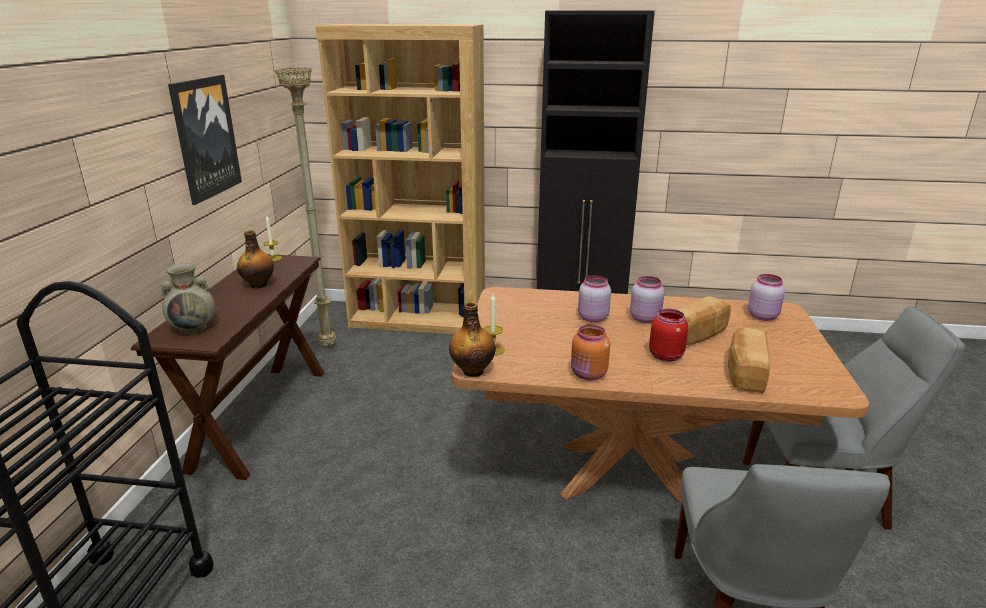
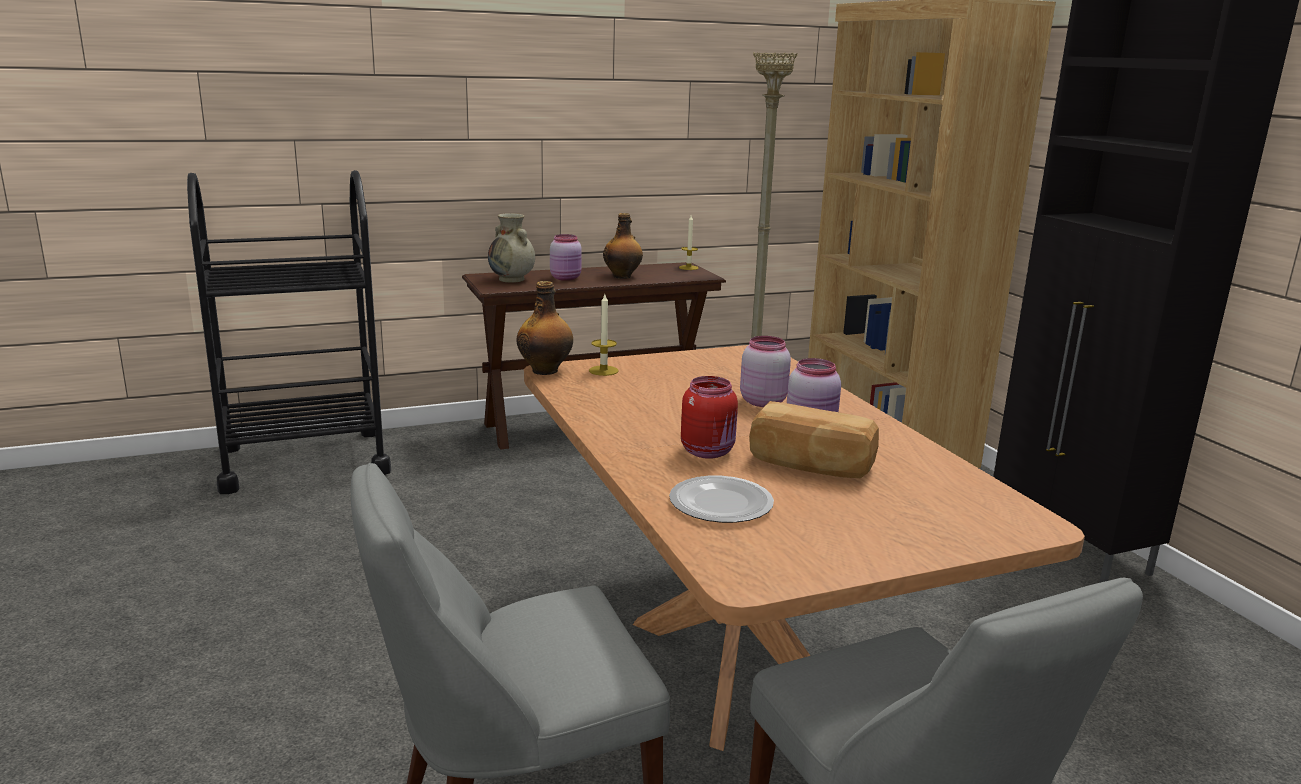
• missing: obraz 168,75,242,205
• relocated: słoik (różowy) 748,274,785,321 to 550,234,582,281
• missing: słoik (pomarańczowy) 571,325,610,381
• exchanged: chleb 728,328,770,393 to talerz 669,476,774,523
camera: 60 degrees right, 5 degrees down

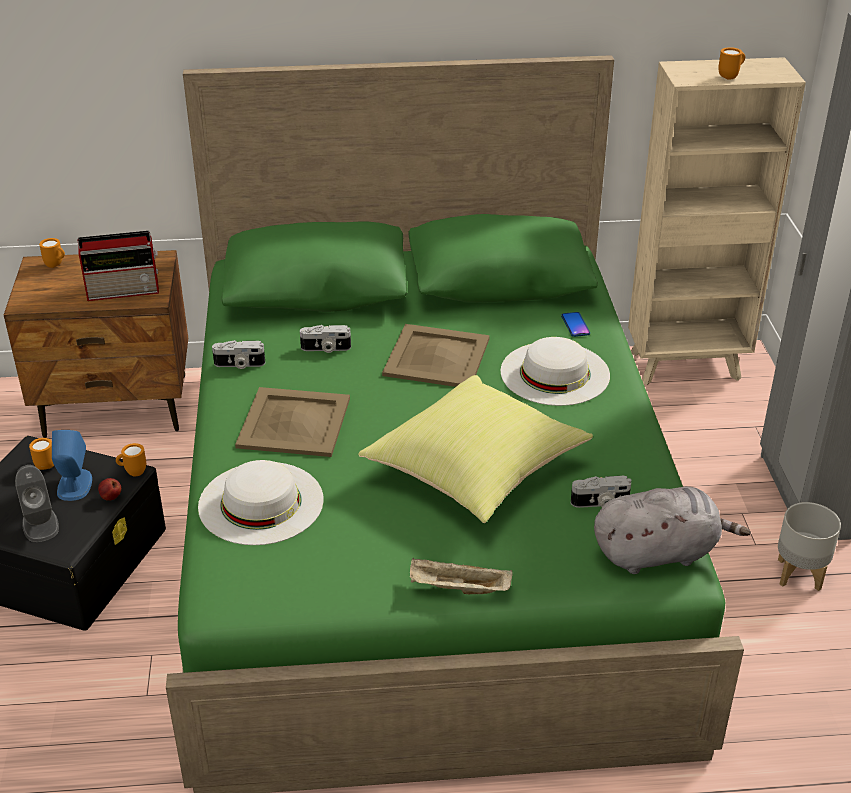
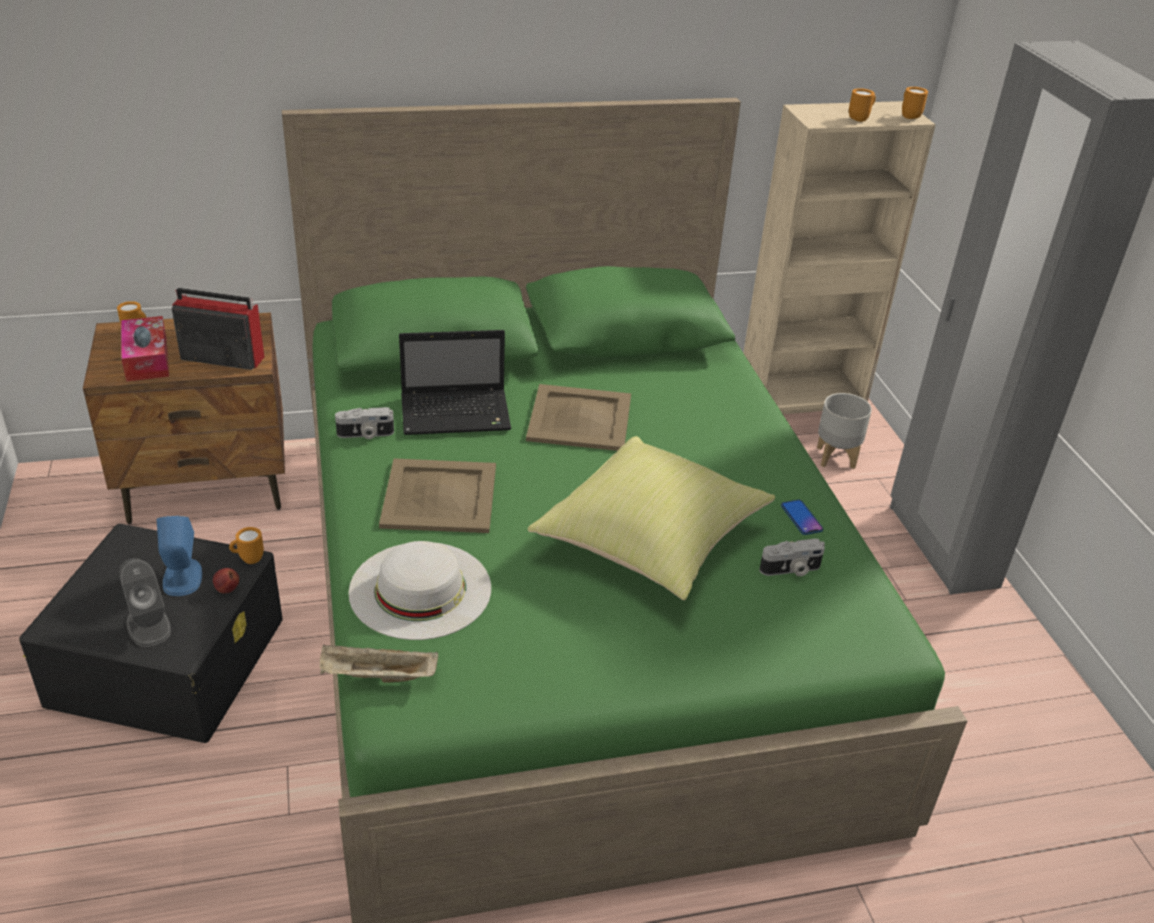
• spun: radio 77,231,159,301 = 172,288,264,370 150 degrees counterclockwise
• relocated: telefon 561,312,590,337 to 781,500,823,535
• exchanged: aparat fotograficzny 300,325,351,353 to laptop 399,330,511,435
• missing: kapelusz (biały) 500,337,610,406
• relocated: kubek (pomarańczowy) 29,438,54,470 to 902,87,928,119
• missing: pluszak (szary) 594,486,751,574
• relocated: donica (szary) 778,502,841,591 to 817,393,872,469
• relocated: taca (beżowy) 410,558,512,594 to 320,645,438,683
• appeared: pudełko chusteczek 121,316,169,382
camera: 10 degrees left, 0 degrees up

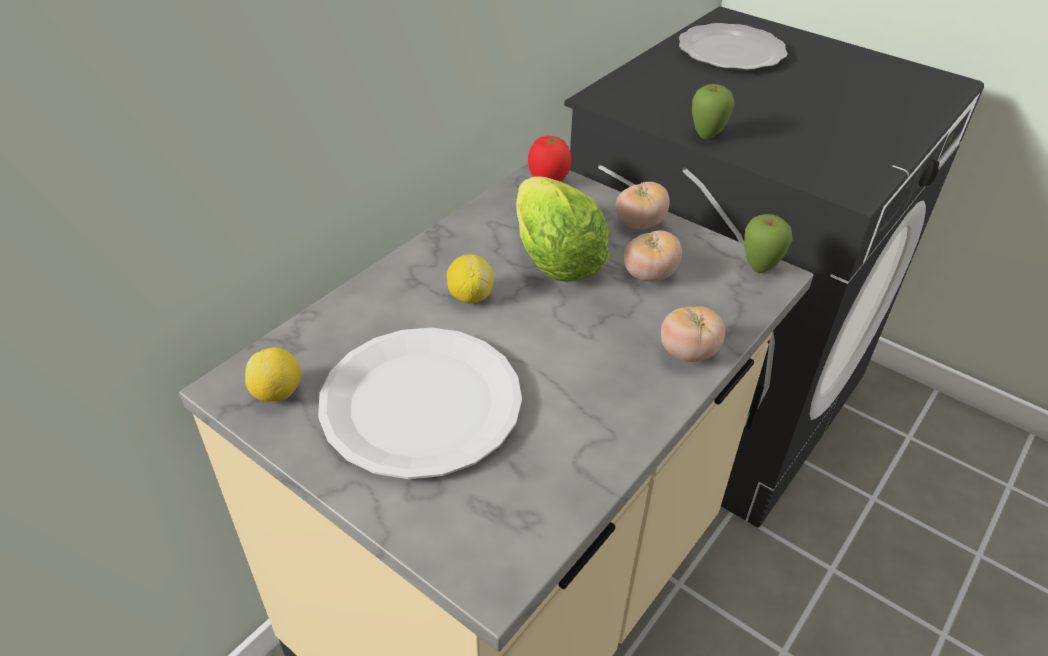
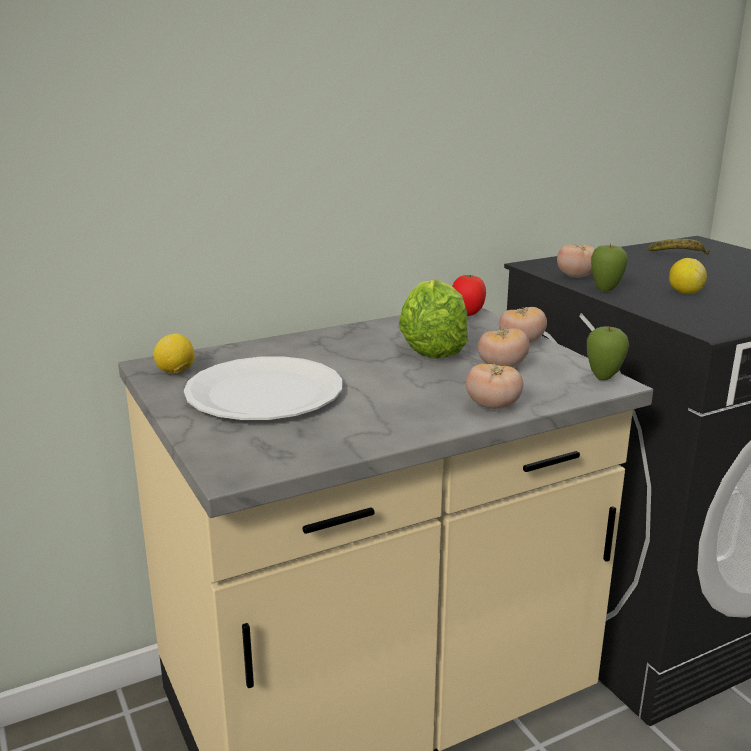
• exchanged: talerz 679,23,788,70 to banan 648,239,710,255
• relocated: cytryna 447,255,494,304 to 669,258,707,294
• appeared: pomidor 557,244,595,278
camera: 25 degrees right, 20 degrees down

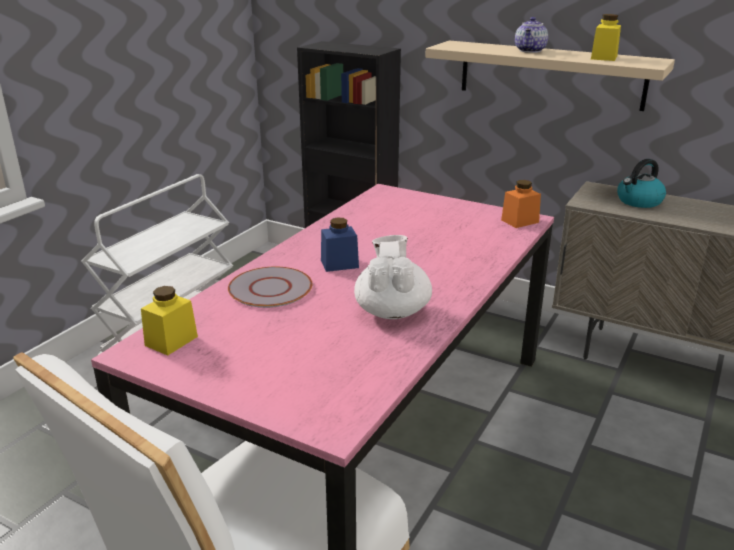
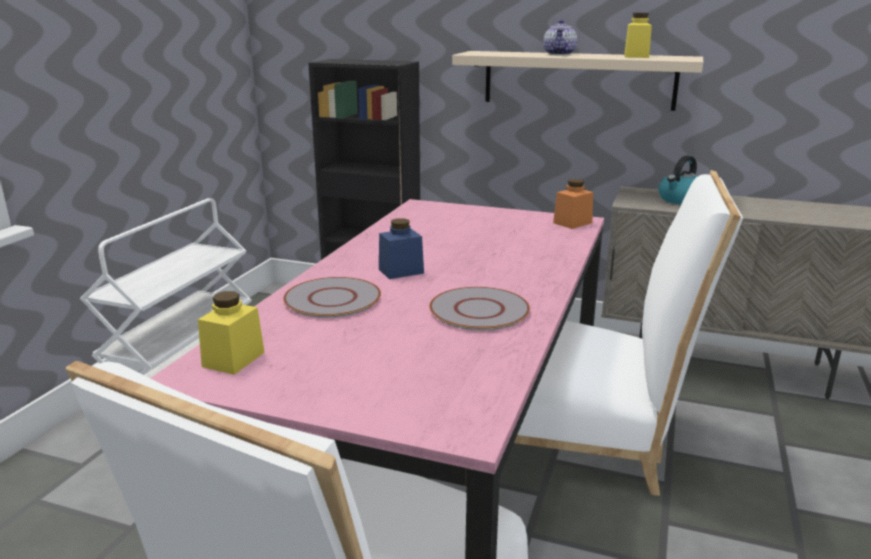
• exchanged: imbryk (biały) 354,235,432,319 to talerz (szary) 429,287,530,331
• appeared: krzesło (biały) 514,170,743,496
camera: 10 degrees left, 5 degrees down

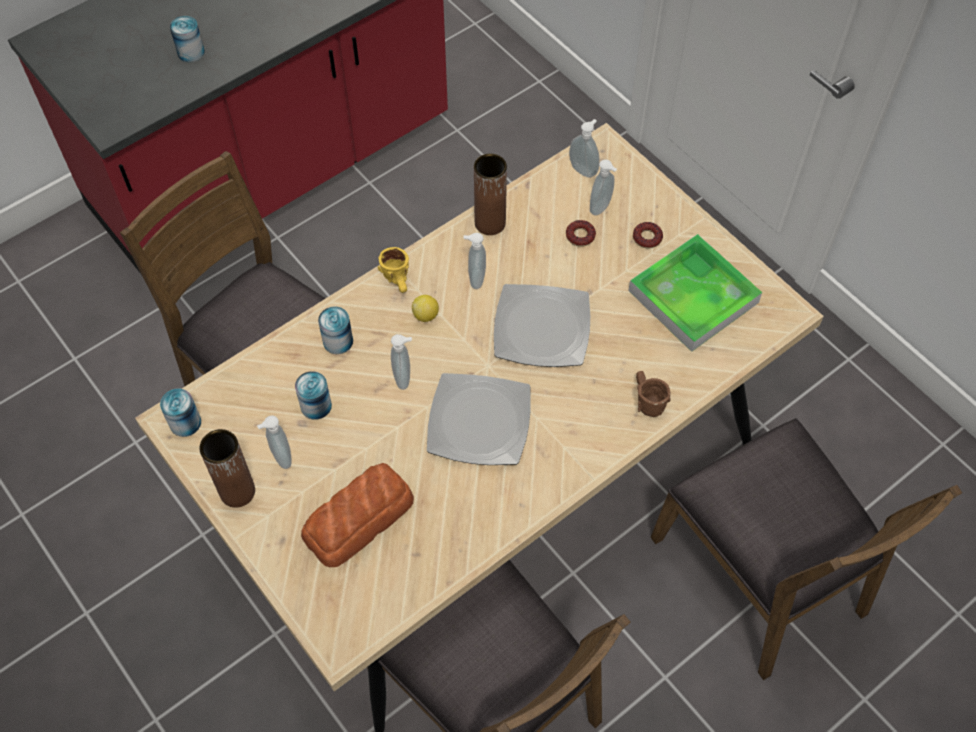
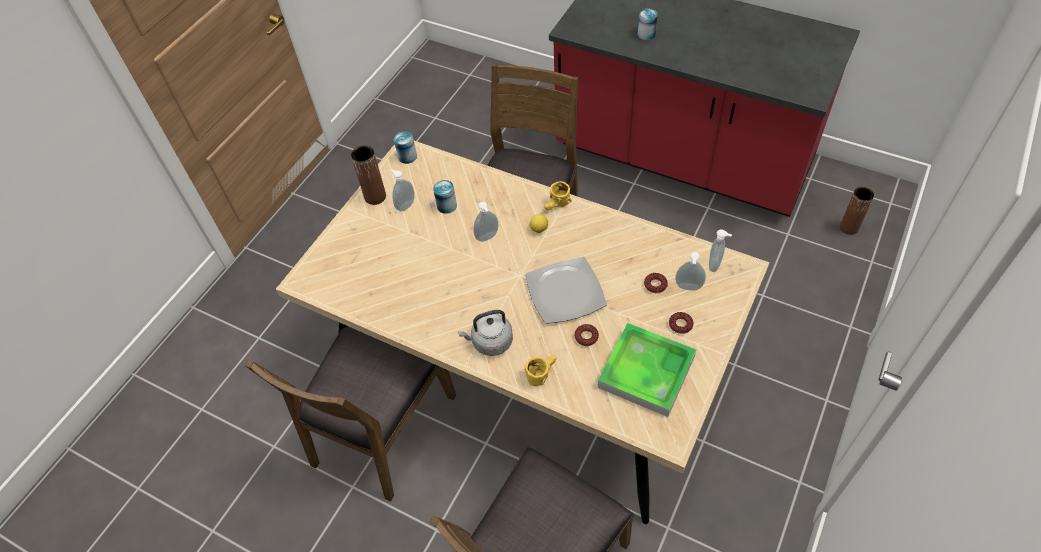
• relocated: wazon (brązowy) 474,154,507,235 to 840,187,874,235
• missing: dozownik mydła 463,233,486,289
• missing: puszka 318,306,353,354
• colour: kubek (brązowy) 636,371,671,417 to kubek (żółty) 524,355,556,386
• missing: talerz 427,373,531,465
• missing: chleb 301,463,414,567
• appeared: czajnik (szary) 458,310,513,356
• appeared: donut 574,324,599,346
camera: 70 degrees right, 5 degrees down

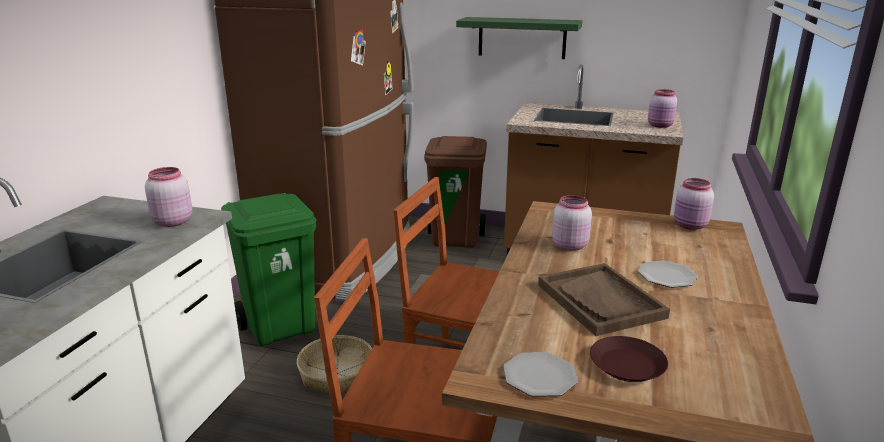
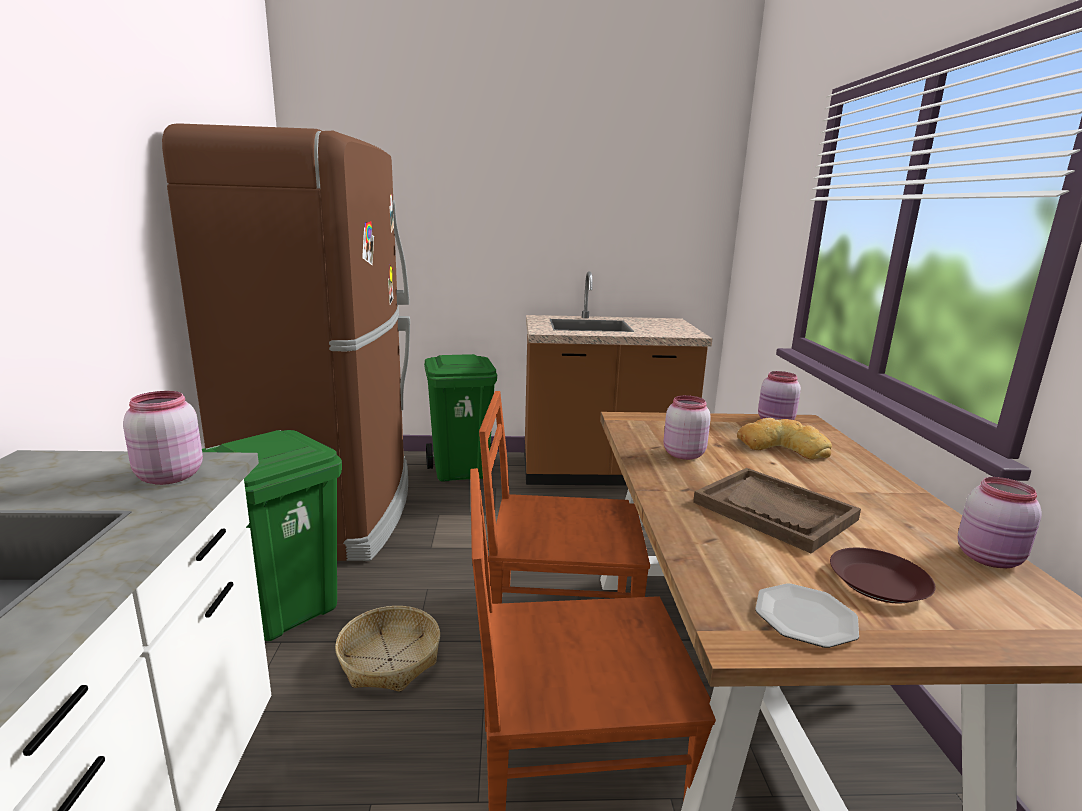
• missing: półka (zielony) 456,17,582,59
• relocated: słoik (różowy) 648,89,677,128 to 958,477,1042,568
• colour: kosz na śmieci (brązowy) 424,136,487,248 to kosz na śmieci (zielony) 424,354,497,482
• missing: talerz 638,261,698,288
• appeared: chleb 737,418,832,459
camera: 20 degrees left, 5 degrees down

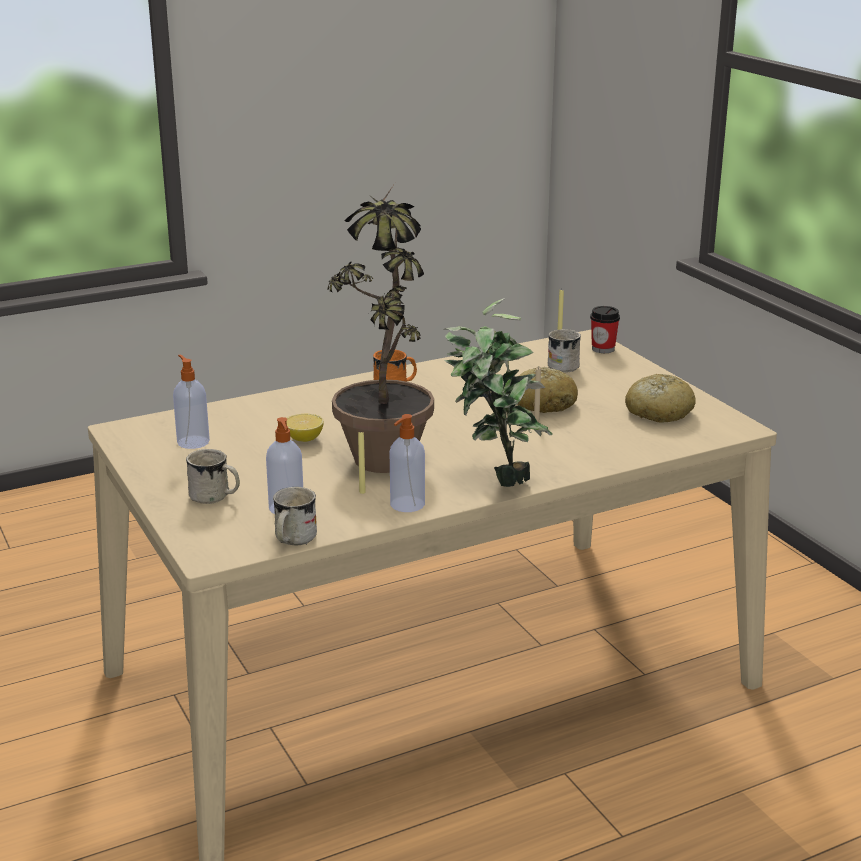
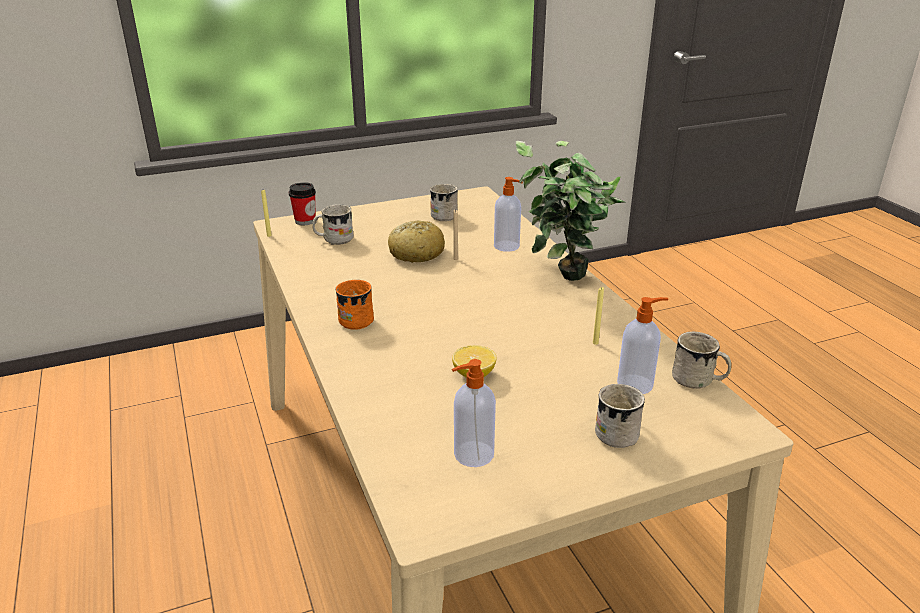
• missing: roślina doniczkowa 327,183,434,473
• exchanged: chleb 625,374,696,423 to kubek (biały) 430,184,458,221
• relocated: dozownik mydła 390,414,425,512 to 494,177,523,252
camera: 85 degrees left, 5 degrees up

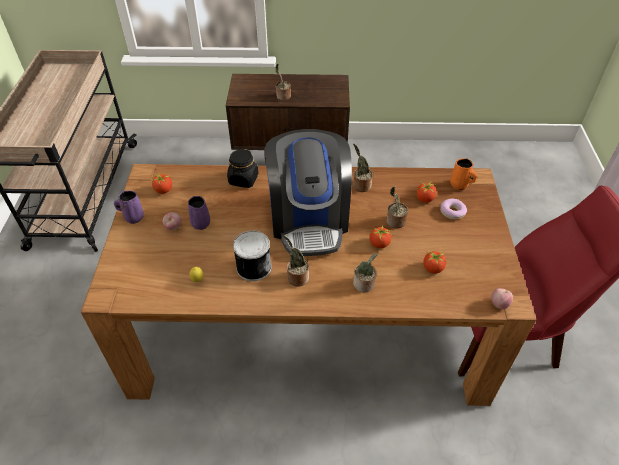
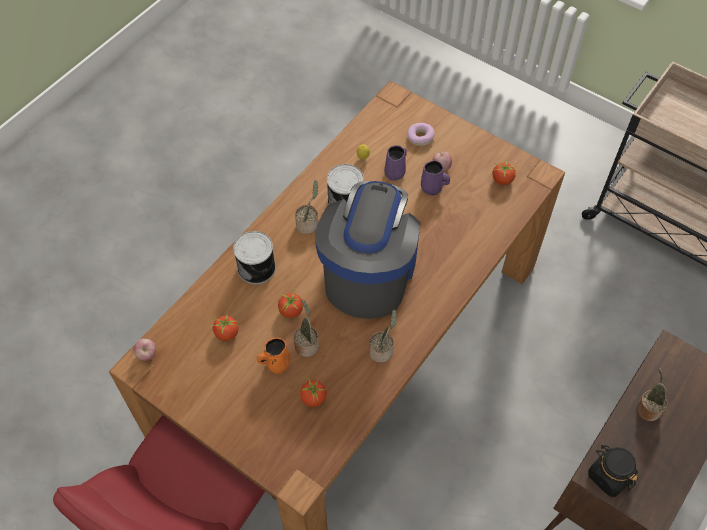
• spun: ekspres do kawy 264,129,352,256 = 315,181,421,319 75 degrees clockwise
• relocated: słoik (czarny) 227,148,258,188 to 588,445,638,497
• relocated: kubek (pomarańczowy) 450,158,477,190 to 257,338,290,374
• relocated: kubek (fioletowy) 114,190,144,224 to 384,145,407,181
• relocated: donut 440,199,467,220 to 407,123,435,146
• exchanged: roślina doniczkowa 353,253,377,292 to puszka 233,231,276,284
camera: 125 degrees right, 10 degrees up

